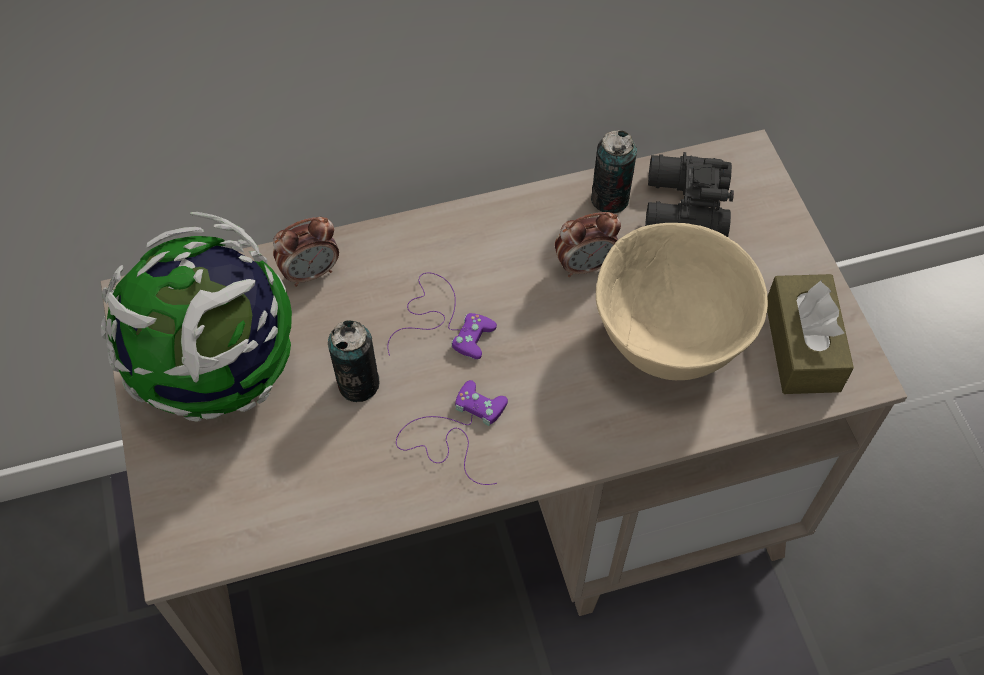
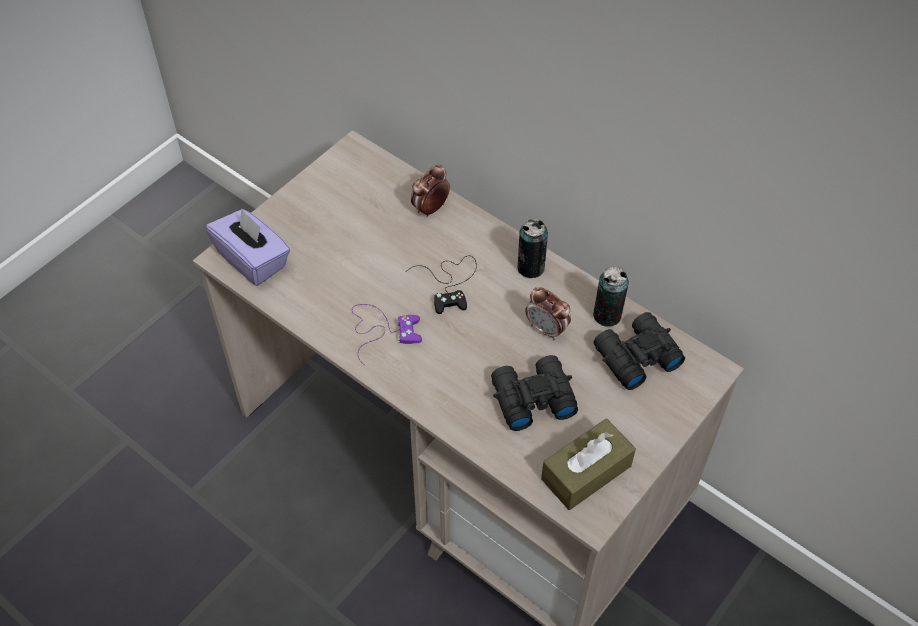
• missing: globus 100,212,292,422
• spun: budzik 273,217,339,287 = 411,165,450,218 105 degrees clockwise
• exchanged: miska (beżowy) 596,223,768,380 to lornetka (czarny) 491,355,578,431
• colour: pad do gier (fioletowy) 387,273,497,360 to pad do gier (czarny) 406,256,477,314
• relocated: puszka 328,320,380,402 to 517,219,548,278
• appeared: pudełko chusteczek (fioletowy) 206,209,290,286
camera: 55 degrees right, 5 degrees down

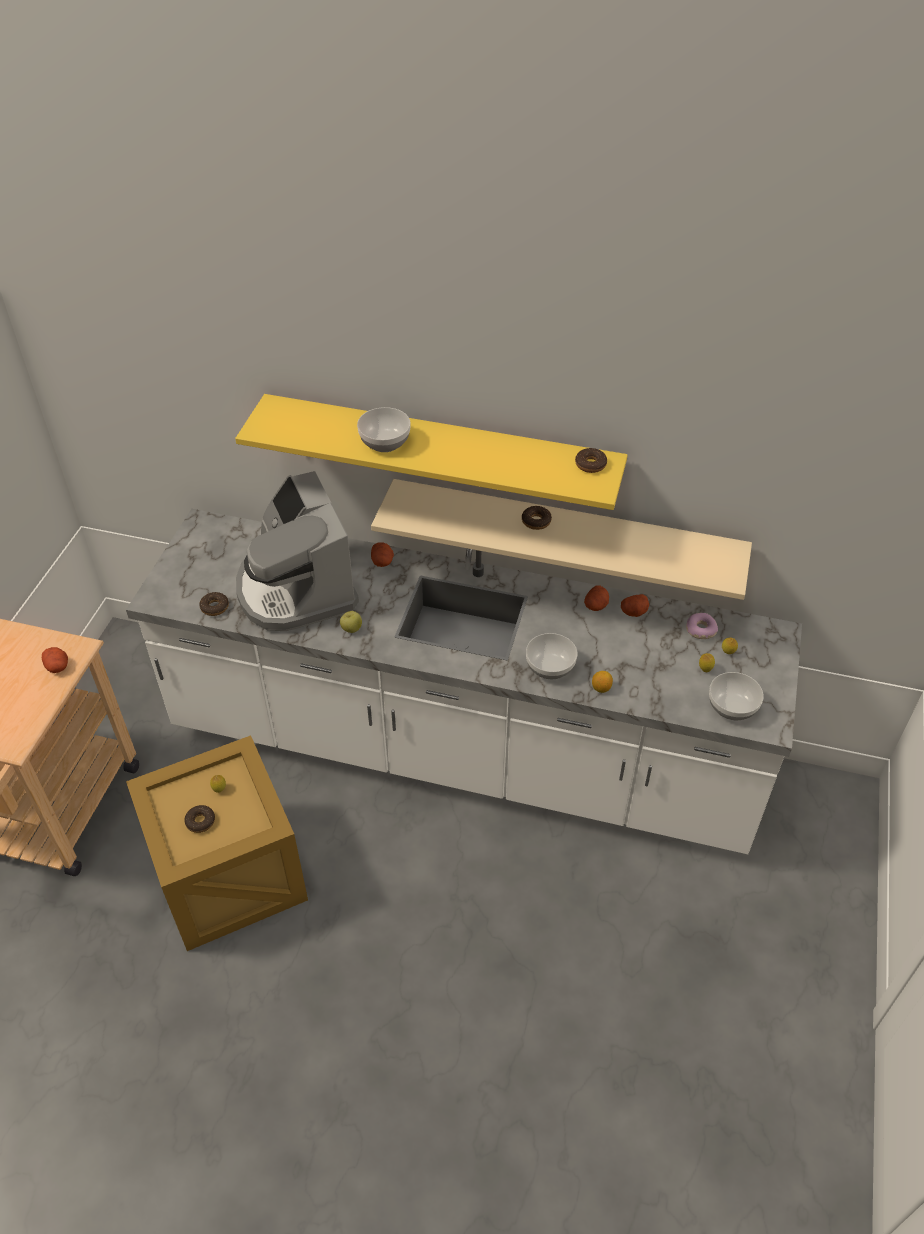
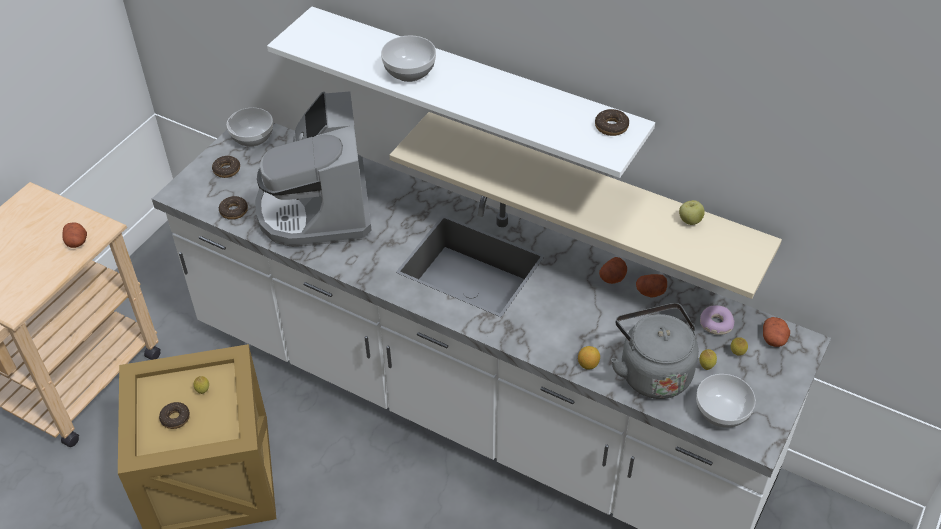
• colour: półka (żółty) 235,394,628,510 to półka (biały) 267,7,655,178
• relocated: donut 522,506,552,530 to 212,156,240,178
• relocated: ziemniak 371,543,394,567 to 763,317,790,347
• relocated: jabłko 340,611,362,633 to 679,200,705,225
• relocated: miska 526,633,577,679 to 227,108,273,147
• appeared: czajnik (szary) 611,303,699,399
camera: 15 degrees right, 0 degrees up

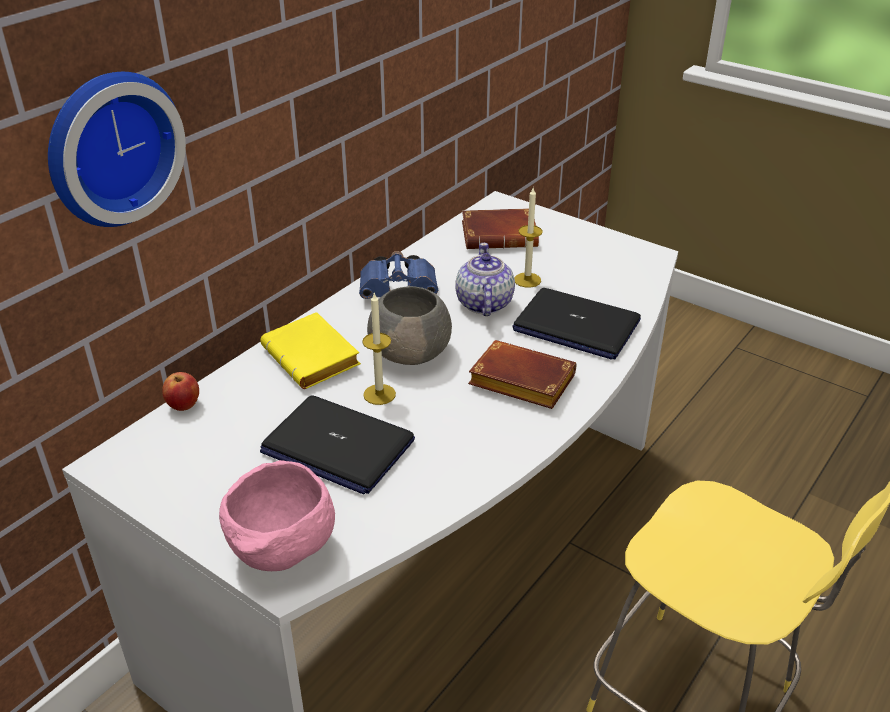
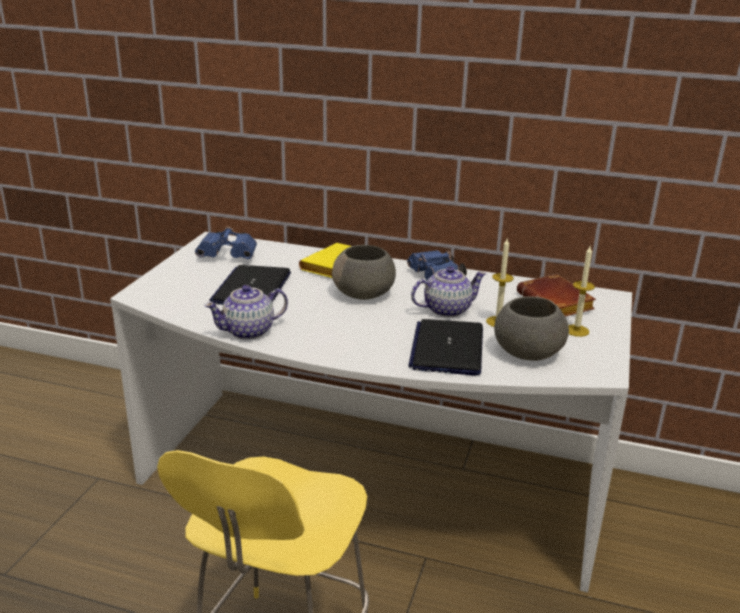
• missing: zegar ścienny 48,71,186,227
• relocated: świeca 362,293,396,405 to 568,246,595,337
• missing: książka (brązowy) 468,340,577,409
• missing: jabłko 162,372,199,411
• missing: miska (różowy) 219,460,335,571
• appeared: lornetka (niebieski) 195,226,257,259
• appeared: imbryk 204,285,288,340
• appeared: miska (szary) 494,296,569,361
camera: 70 degrees right, 10 degrees down

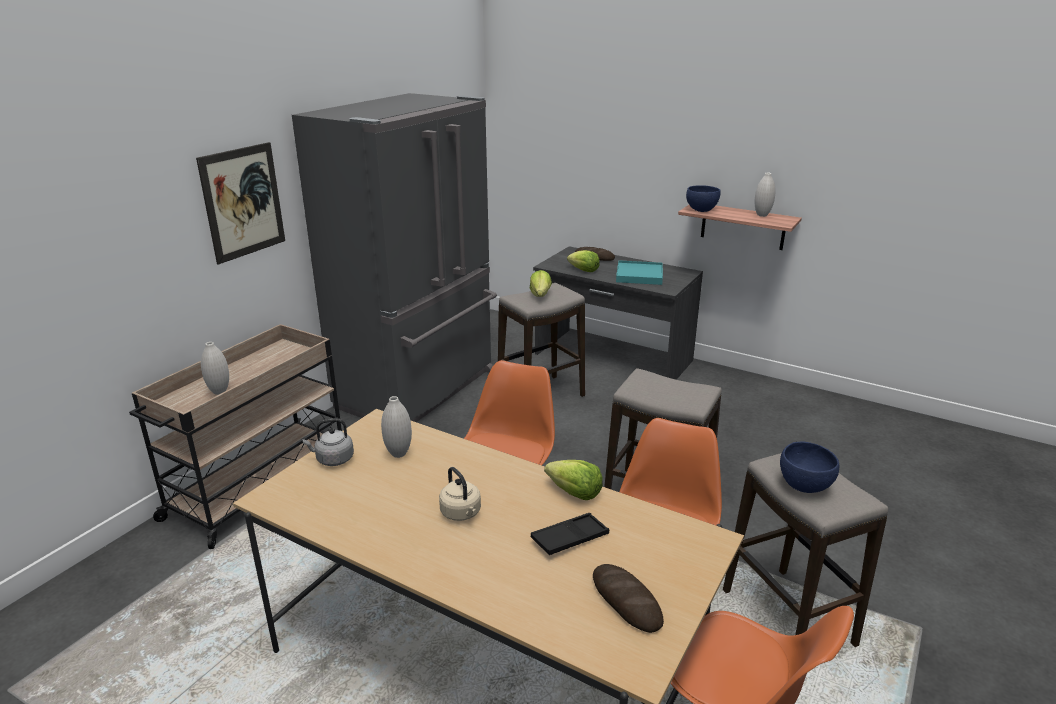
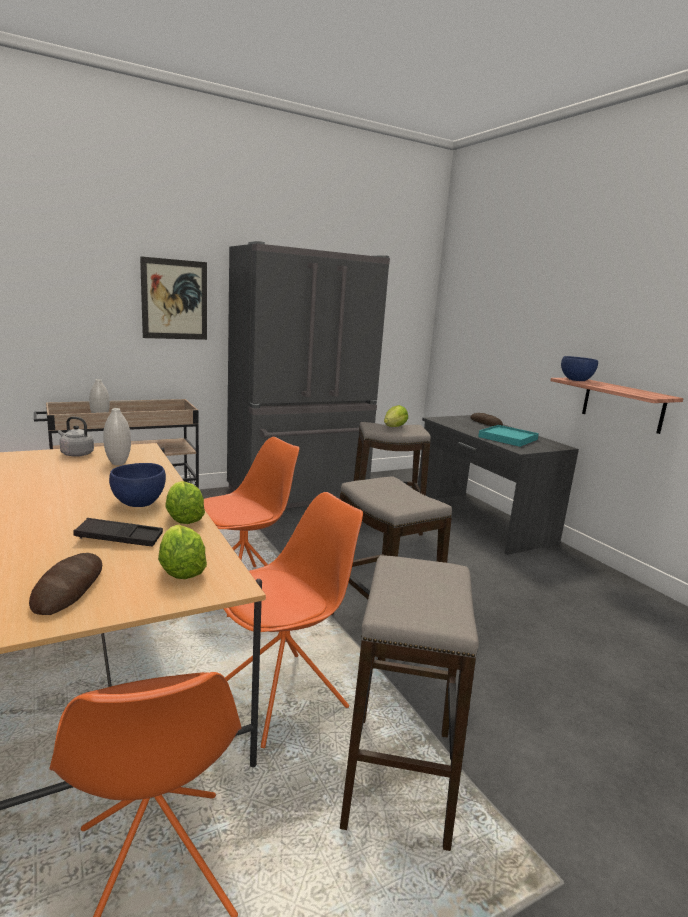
• missing: wazon (biały) 755,173,776,217
• relocated: sałata 567,250,600,272 to 158,524,207,579
• relocated: miska (niebieski) 780,442,839,493 to 109,463,166,507
• missing: czajnik (beżowy) 439,467,481,521
camera: 30 degrees right, 10 degrees down

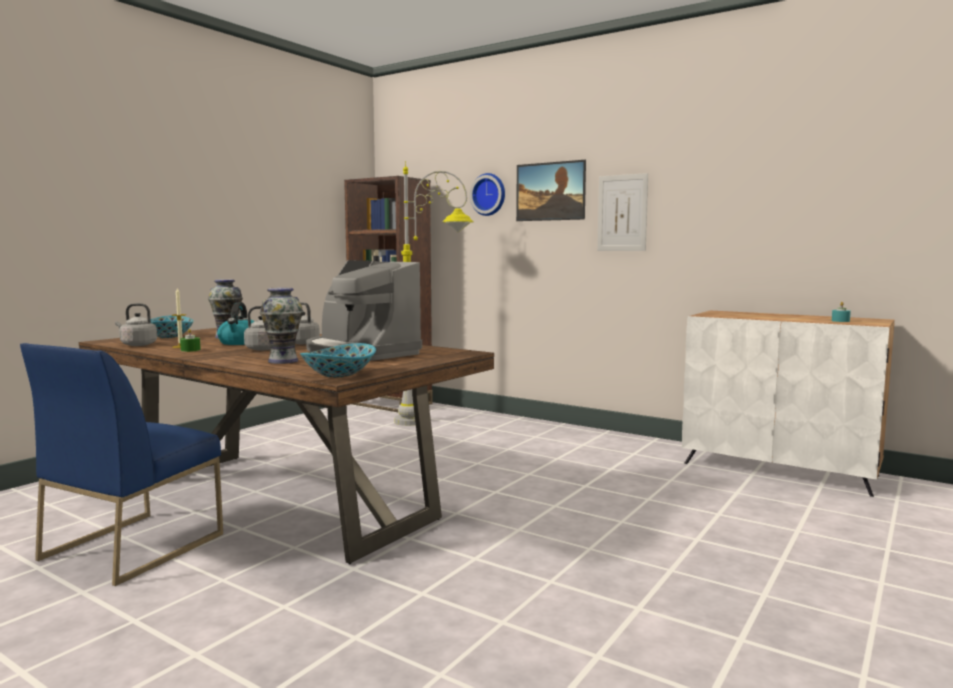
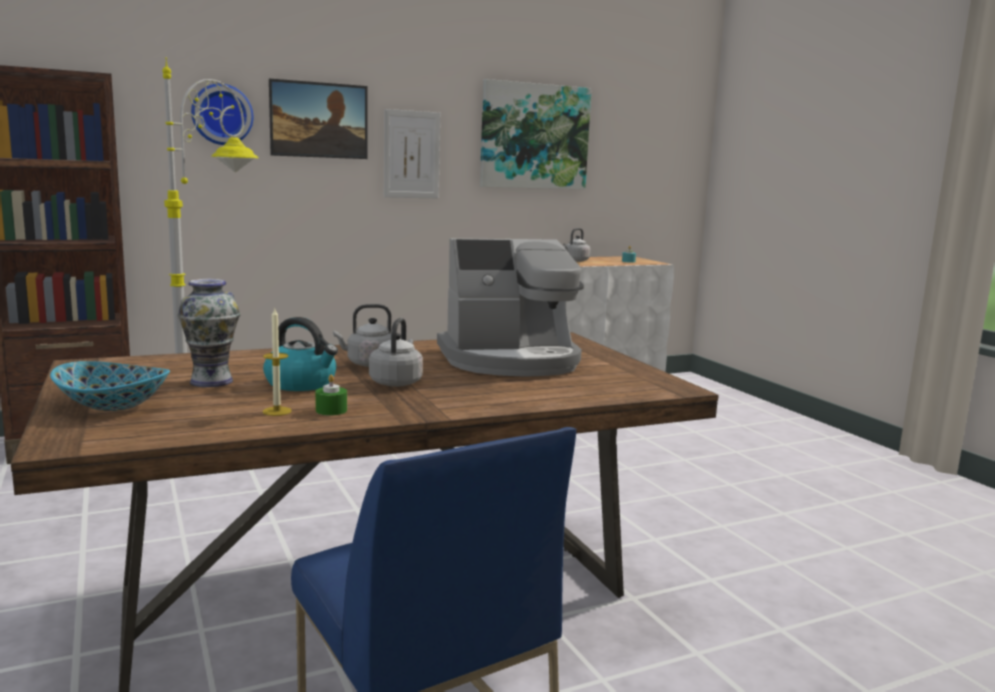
• missing: wazon 260,287,304,364
• relocated: czajnik (szary) 115,303,157,346 to 563,228,591,262
• missing: miska 300,343,376,378
• appeared: obraz 480,79,592,190
camera: 60 degrees left, 5 degrees up

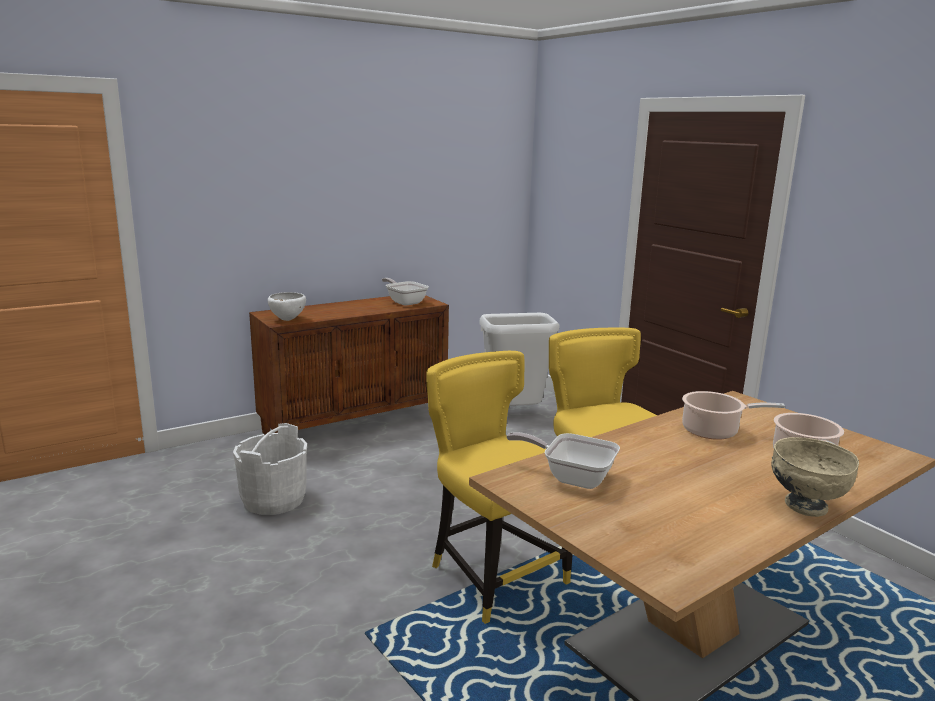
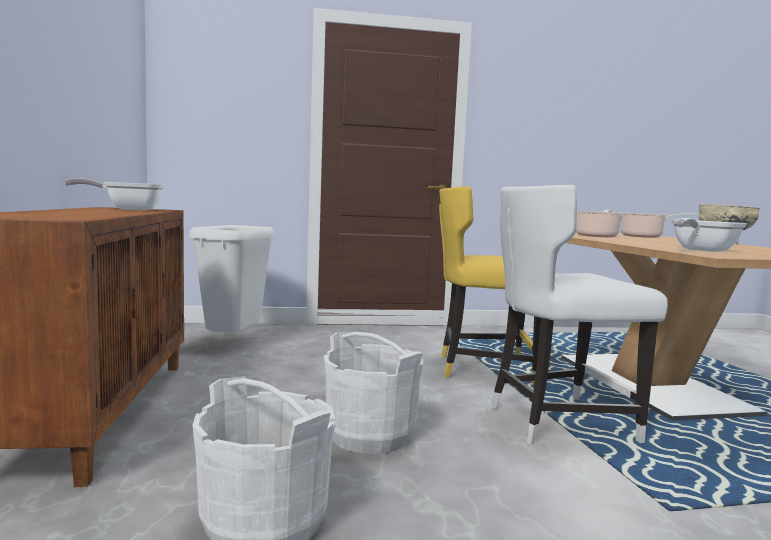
• missing: miska (biały) 268,292,306,321
• colour: krzesło (żółty) 426,351,573,624 to krzesło (biały) 491,185,668,445
• appeared: wiadro (biały) 324,332,423,454
camera: 65 degrees left, 10 degrees down

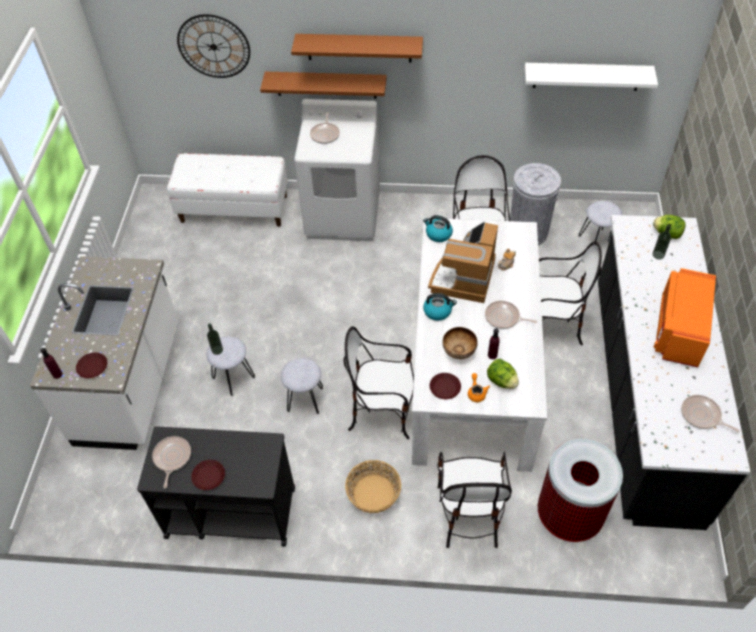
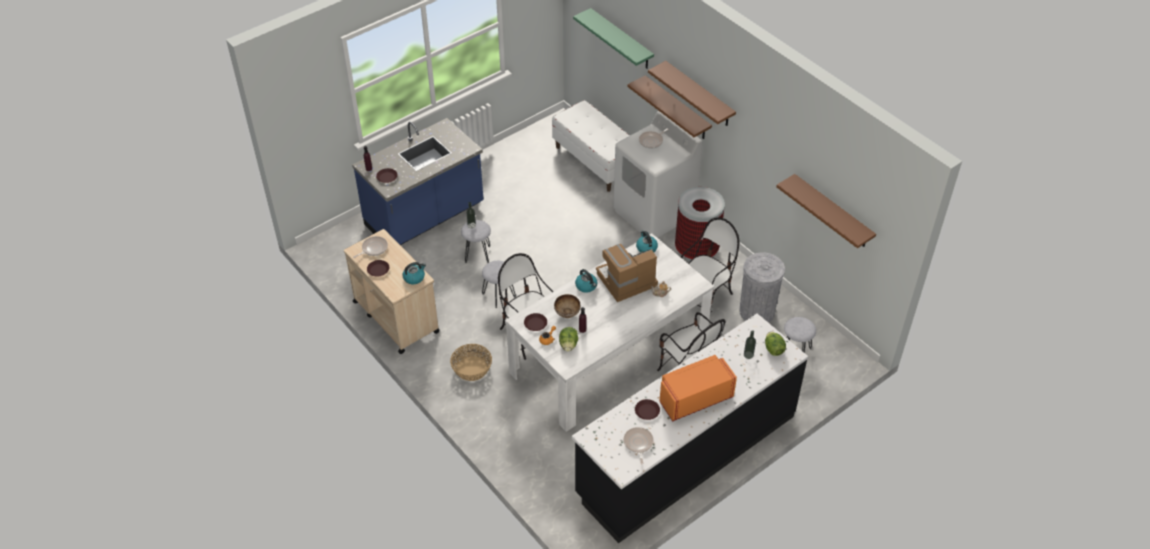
• exchanged: zegar ścienny 177,14,250,78 to półka (zielony) 573,8,654,69
• colour: półka (biały) 525,63,658,91 to półka (brązowy) 776,174,876,248
• colour: zabudowa kuchenna (biały) 30,256,179,450 to zabudowa kuchenna (niebieski) 352,118,484,245
• missing: patelnia 485,301,537,329
• colour: wózek (czarny) 137,426,295,547 to wózek (beżowy) 344,229,440,354
• relocated: kosz na śmieci 538,439,623,542 to 675,187,725,261
• missing: krzesło 437,451,512,548
• appeared: czajnik 402,262,426,285
• appeared: talerz (brązowy) 635,399,660,420
camera: 45 degrees right, 5 degrees down

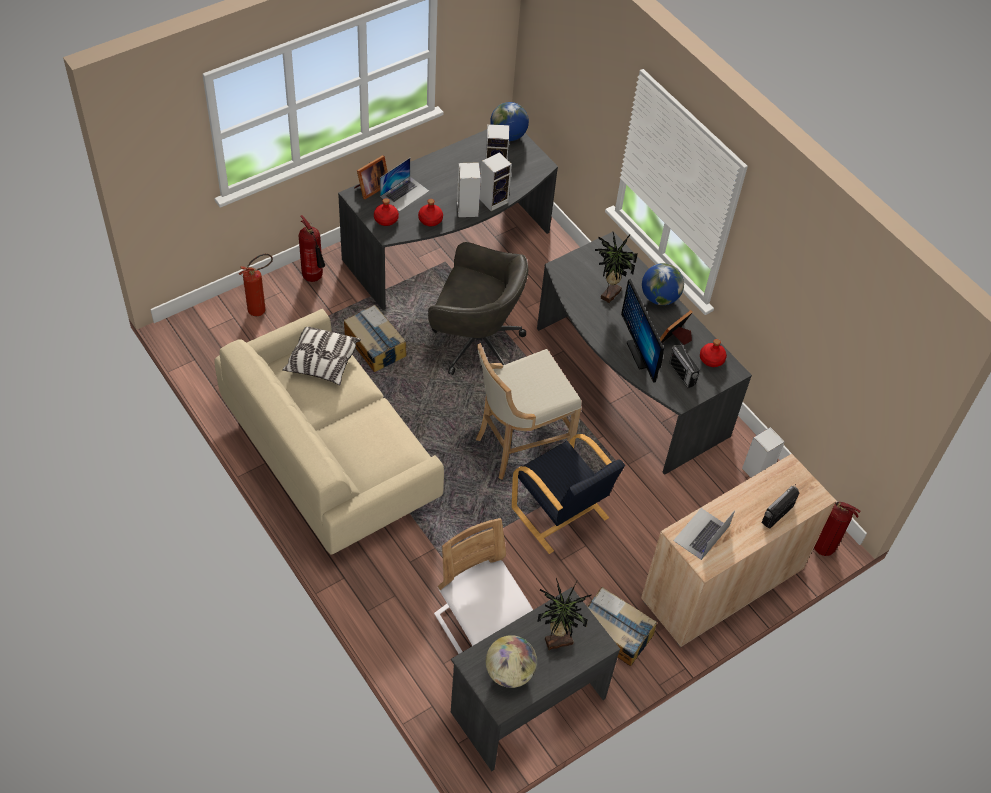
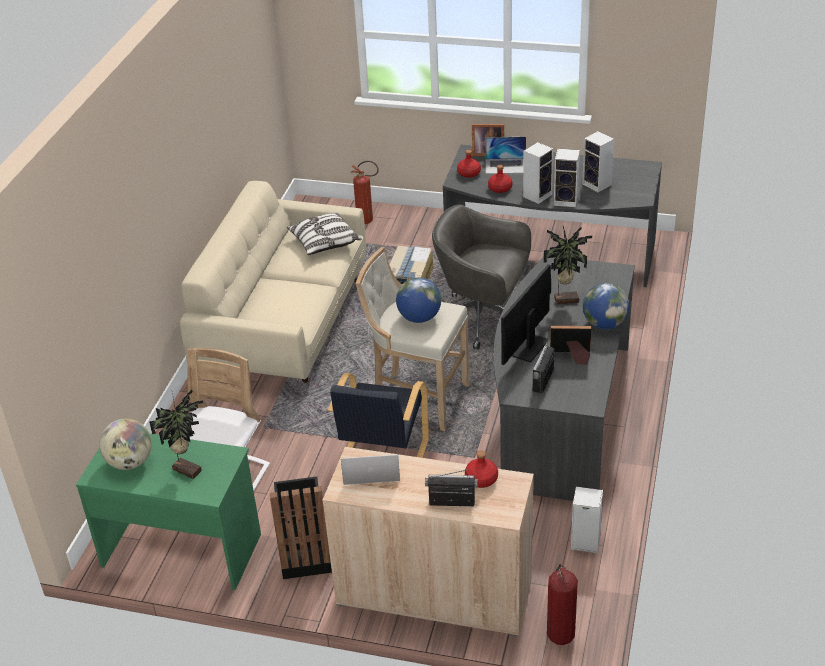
• relocated: globus 490,102,529,141 to 396,277,441,323
• missing: gaśnica 299,215,325,282
• spun: krzesło biurowe (szary) 428,242,528,375 = 432,204,531,350 135 degrees clockwise
• relocated: butelka (czerwony) 700,339,727,367 to 465,450,498,488
• colour: biurko (szary) 451,587,620,771 to biurko (zielony) 76,434,261,590
• exchanged: karton 587,587,657,666 to kosz na śmieci (czarny) 270,476,332,579
camera: 55 degrees right, 15 degrees down

